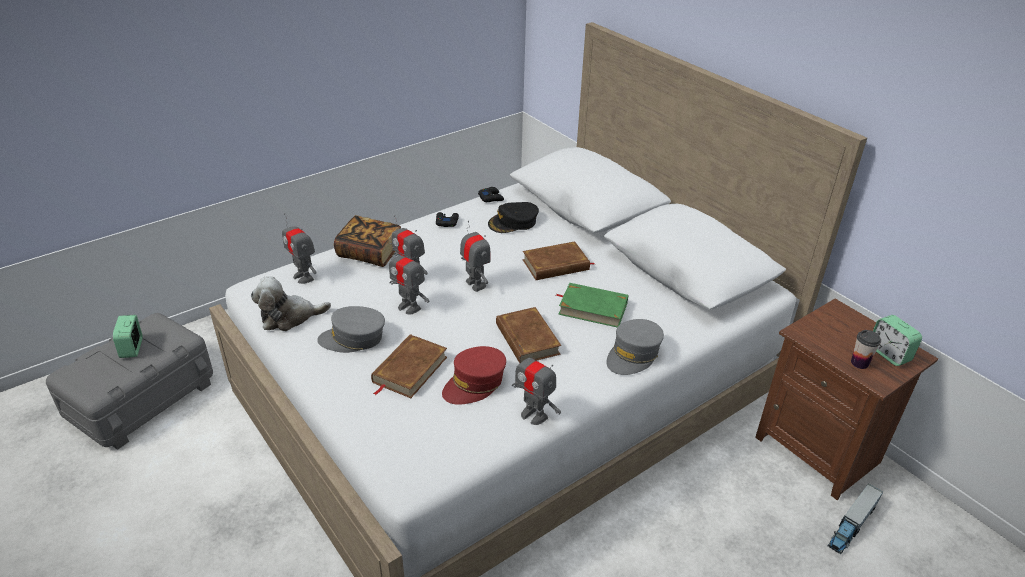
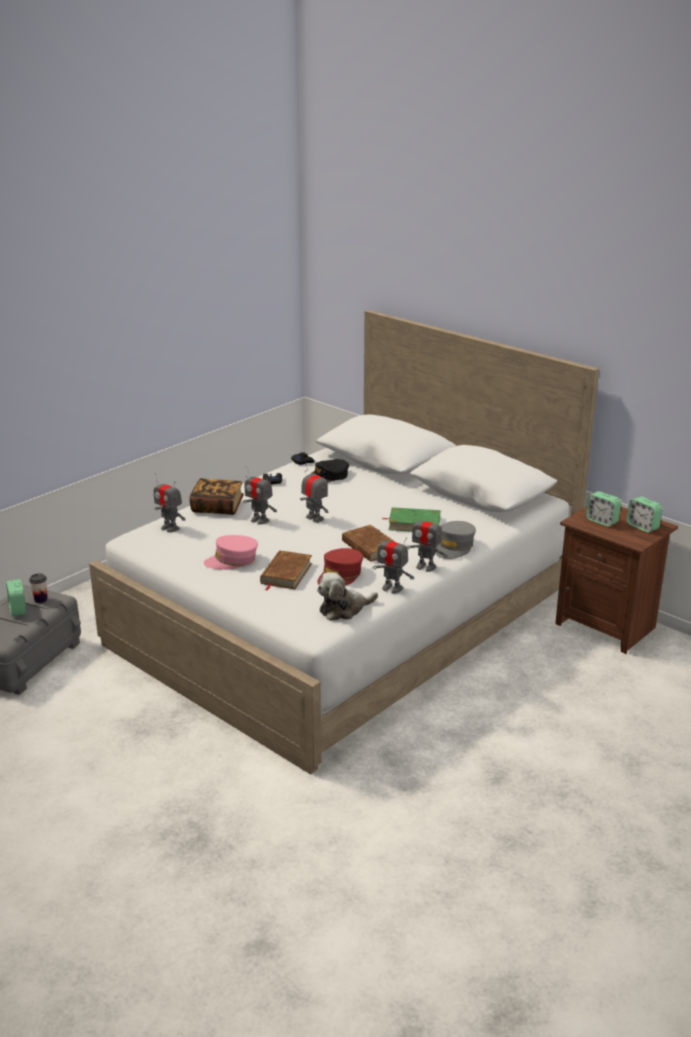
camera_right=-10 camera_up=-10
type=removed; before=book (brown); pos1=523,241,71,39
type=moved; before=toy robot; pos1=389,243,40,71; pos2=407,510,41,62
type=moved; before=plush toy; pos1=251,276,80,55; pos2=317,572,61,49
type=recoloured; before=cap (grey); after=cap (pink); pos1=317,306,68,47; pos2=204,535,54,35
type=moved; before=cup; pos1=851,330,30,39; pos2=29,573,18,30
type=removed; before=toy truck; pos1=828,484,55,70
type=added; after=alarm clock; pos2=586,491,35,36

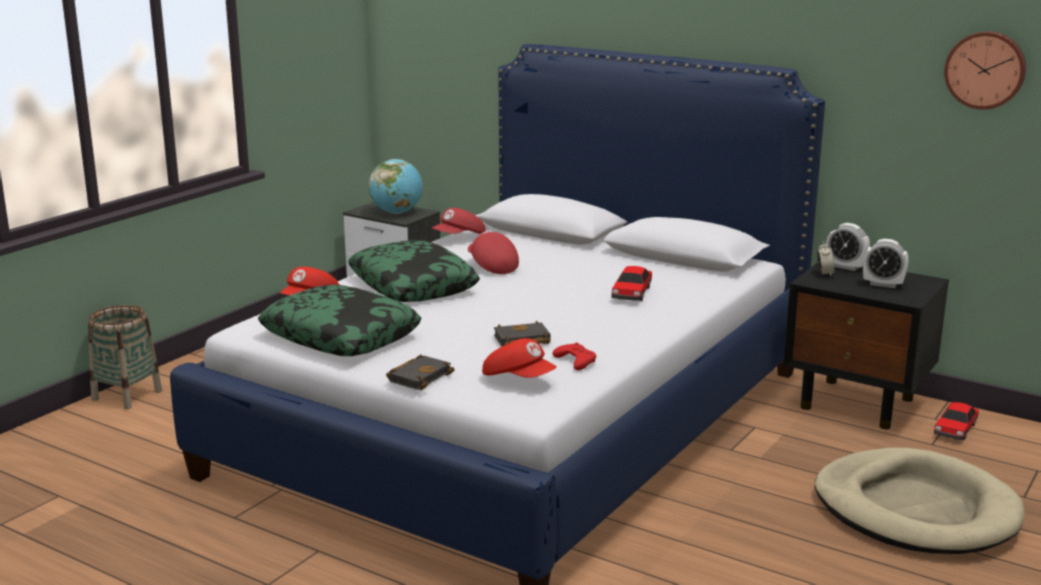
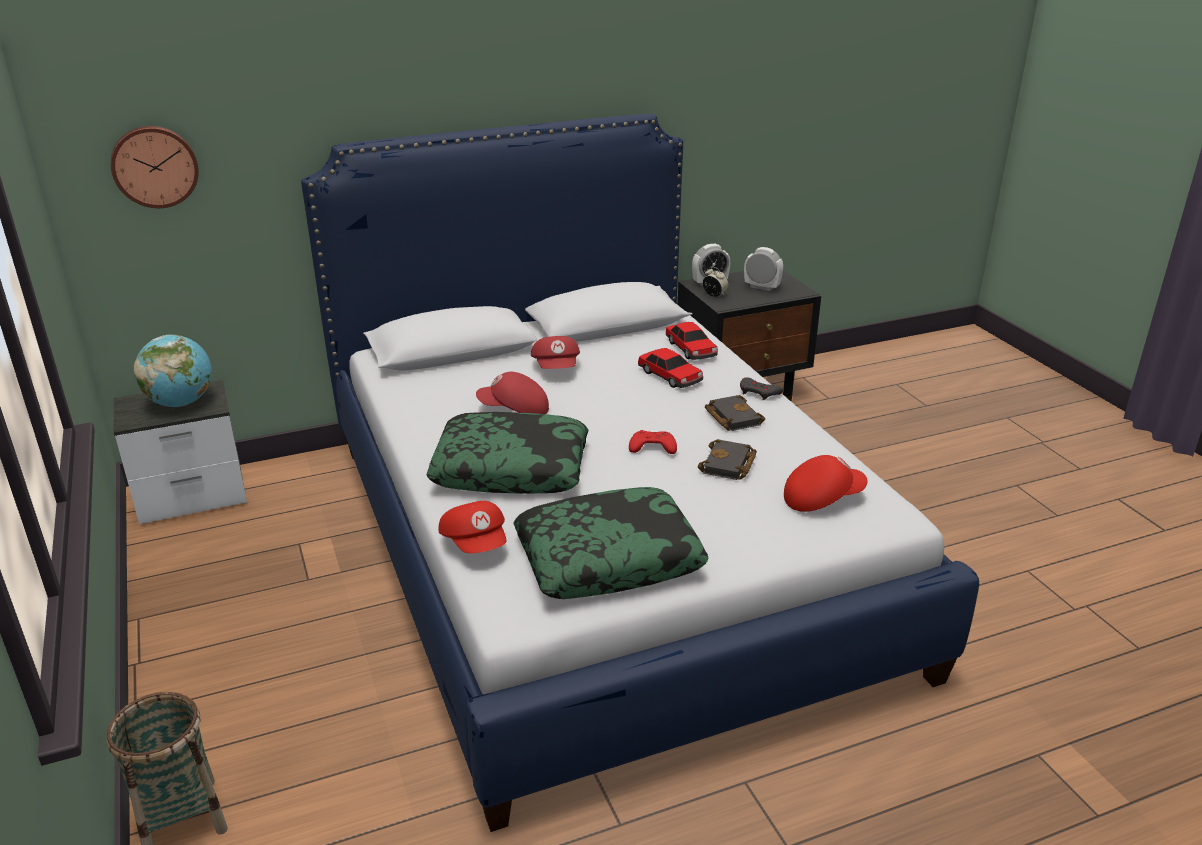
camera_right=-55 camera_up=10
type=moved; before=wall clock; pos1=944,31,82,79; pos2=111,126,88,82
type=moved; before=cap (red); pos1=432,208,54,26; pos2=531,336,49,33
type=turned; before=alarm clock; pos1=863,239,45,49; pos2=744,247,39,44; turn=-120
type=moved; before=game controller (red); pos1=553,343,43,27; pos2=629,430,48,24
type=moved; before=book (black); pos1=386,354,69,36; pos2=705,395,60,36
type=moved; before=toy car; pos1=934,402,45,38; pos2=666,322,52,38
type=removed; before=dog bed (beige); pos1=815,448,210,106
type=added; after=game controller (grey); pos2=740,377,43,23

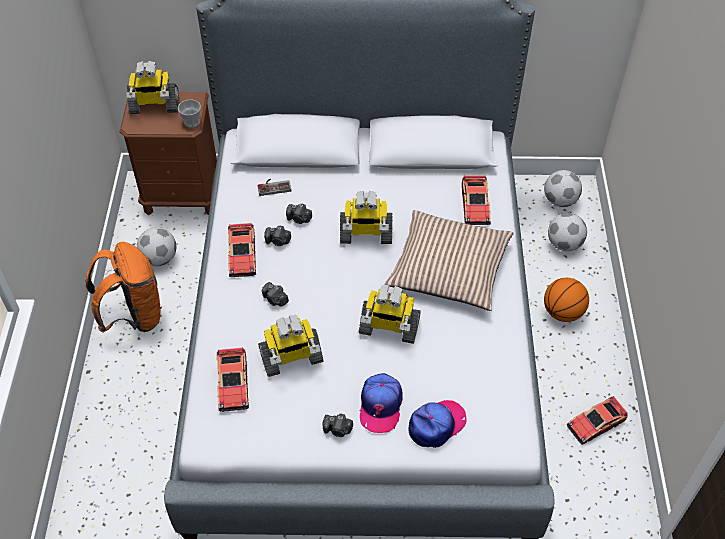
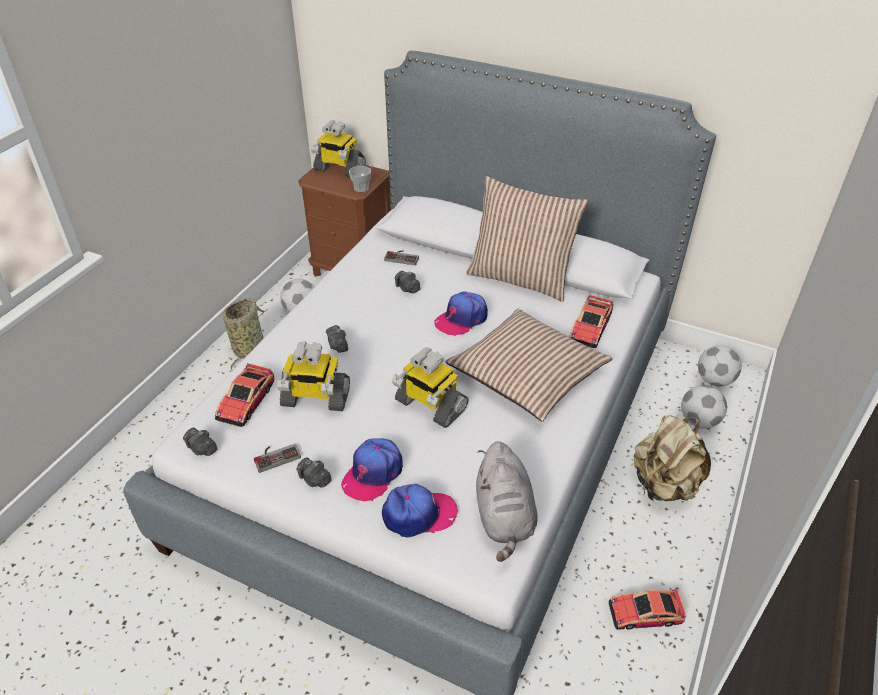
camera_right=25 camera_up=-10
type=replaced; before=toy robot; after=cap; pos1=340,191,52,53; pos2=434,291,54,45
type=removed; before=toy car; pos1=228,223,28,54
type=moved; before=photo camera; pos1=264,225,27,21; pos2=183,428,35,28
type=replaced; before=backpack (orange); after=basket; pos1=86,242,76,91; pos2=223,298,44,72
type=replaced; before=basketball; after=backpack (beige); pos1=544,278,45,44; pos2=634,415,77,86
type=added; after=pillow; pos2=466,176,123,126
type=added; after=plush toy (grey); pos2=476,441,61,121
type=added; after=game controller; pos2=254,444,47,29

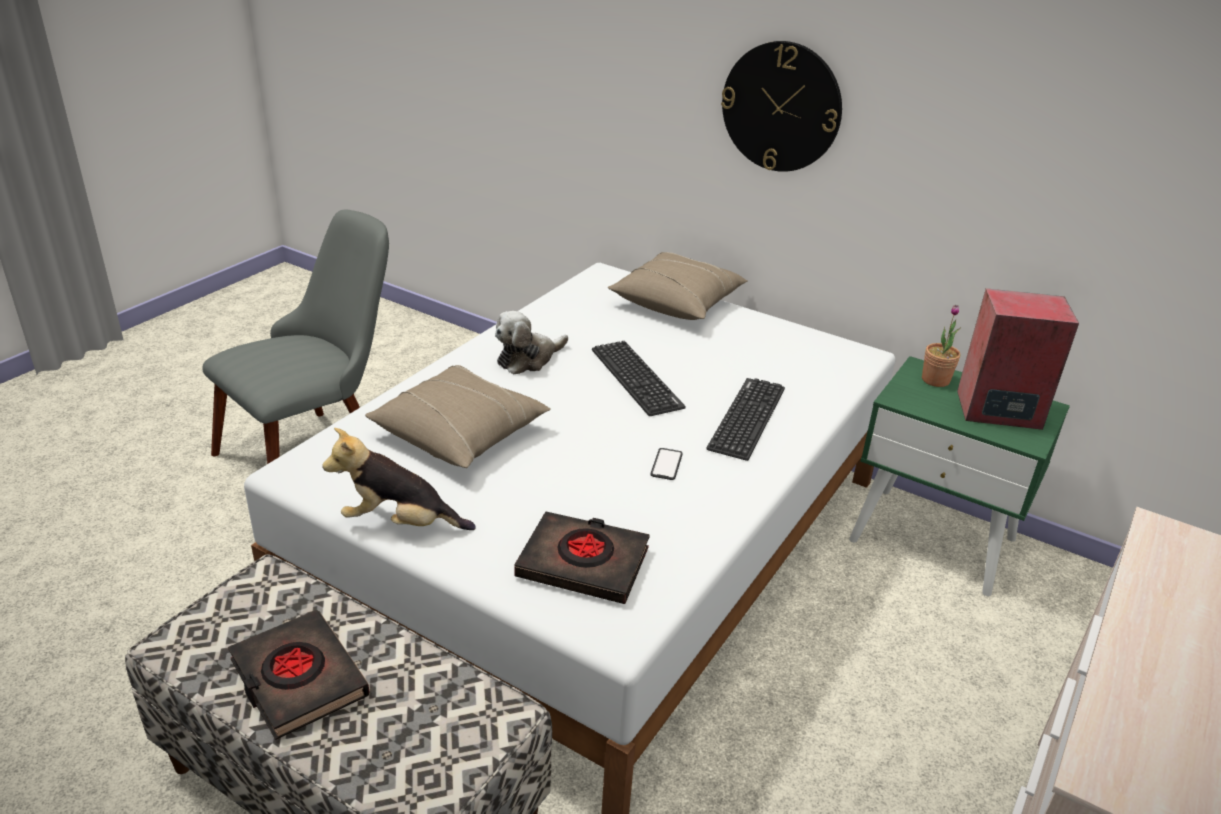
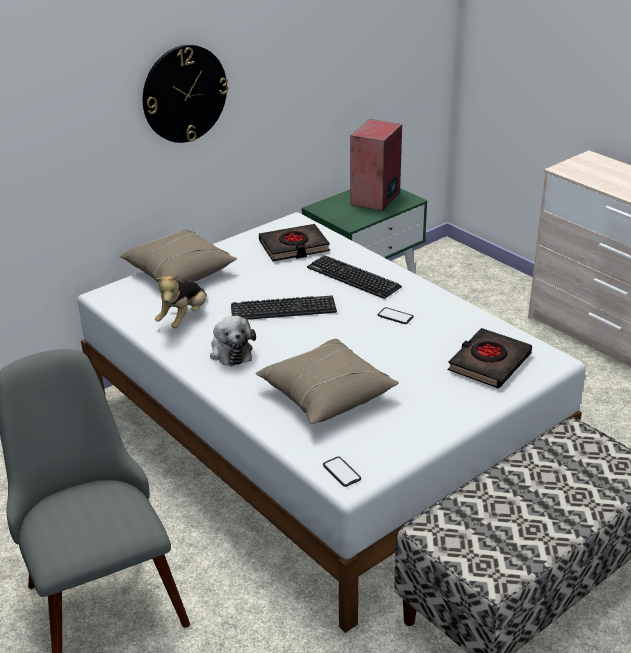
camera_right=-70 camera_up=0
type=removed; before=potted plant; pos1=922,305,39,82
type=moved; before=plush toy; pos1=322,428,154,102; pos2=155,274,52,54
type=moved; before=book (black); pos1=228,610,142,130; pos2=259,224,71,37
type=added; after=phone; pos2=323,457,38,30

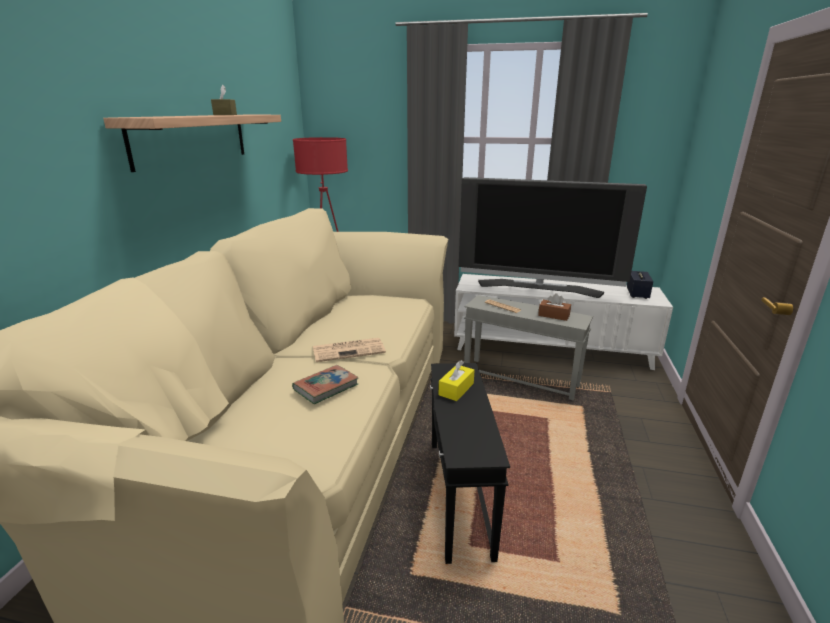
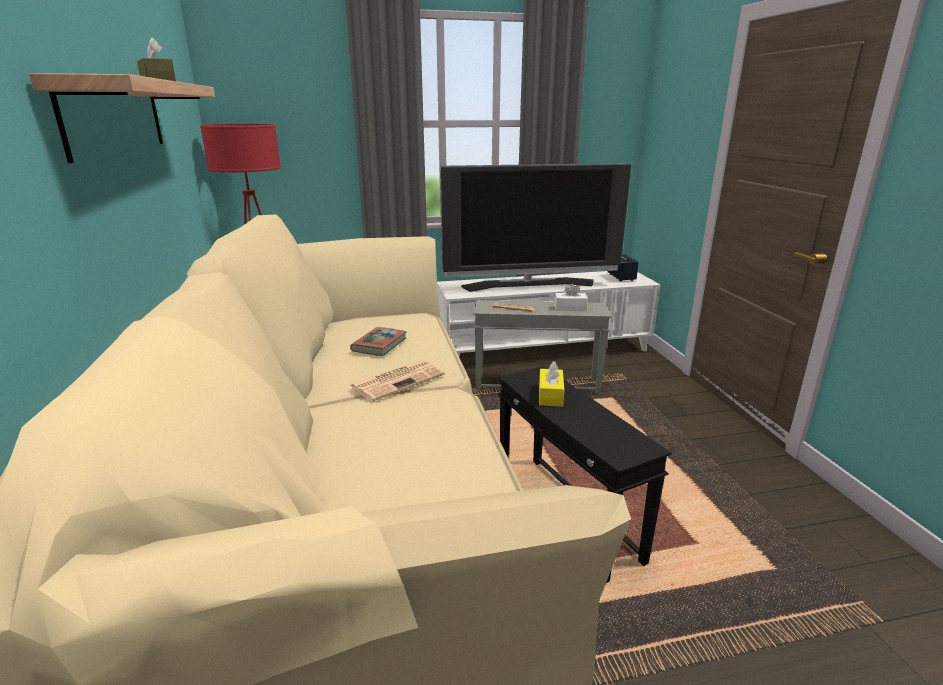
camera_right=-25 camera_up=0
type=recoloured; before=tissue box (brown); after=tissue box (white); pos1=538,293,33,28; pos2=554,283,34,28
type=moved; before=book; pos1=292,365,66,39; pos2=350,327,57,29

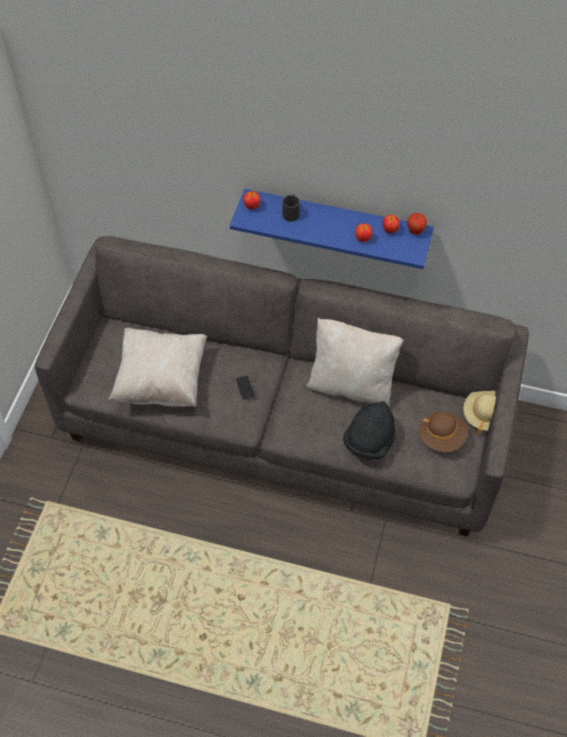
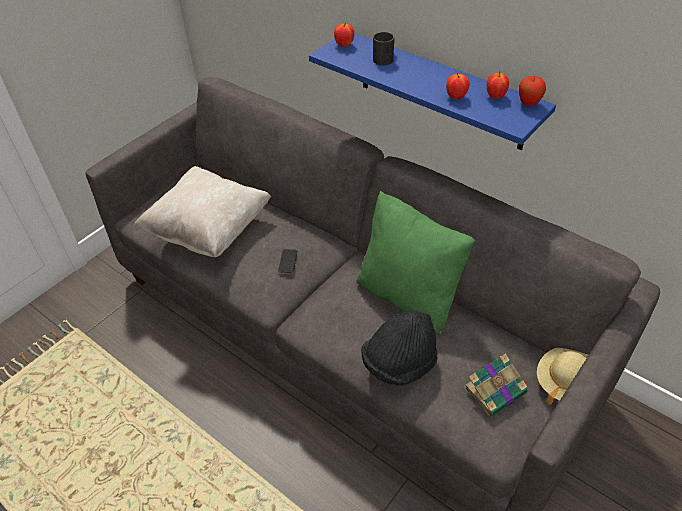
camera_right=25 camera_up=-10
type=recoloured; before=pillow (beige); after=pillow (green); pos1=306,318,98,88; pos2=356,191,119,145
type=replaced; before=hat (brown); after=book; pos1=419,411,49,41; pos2=463,353,64,63

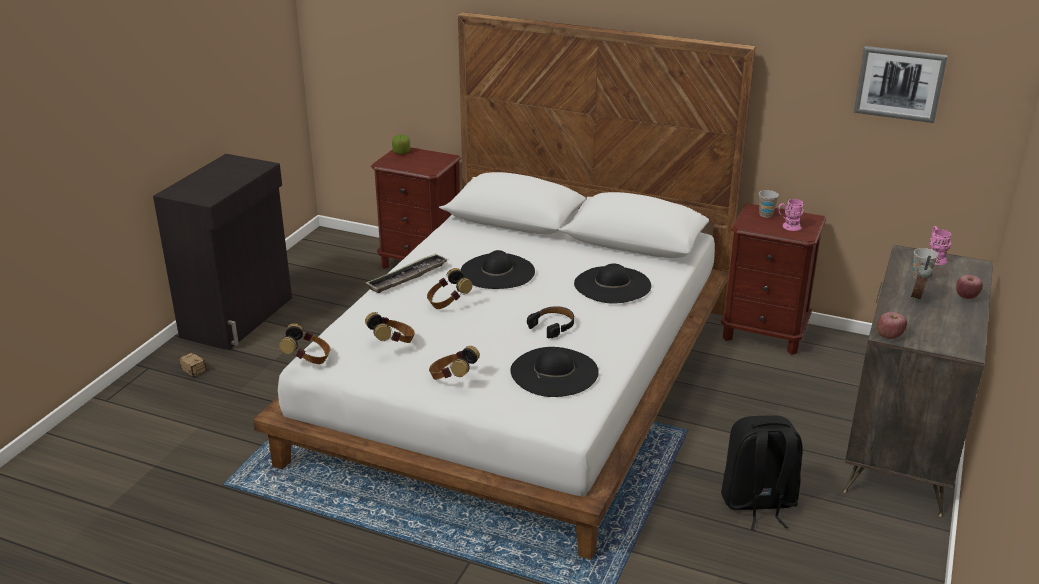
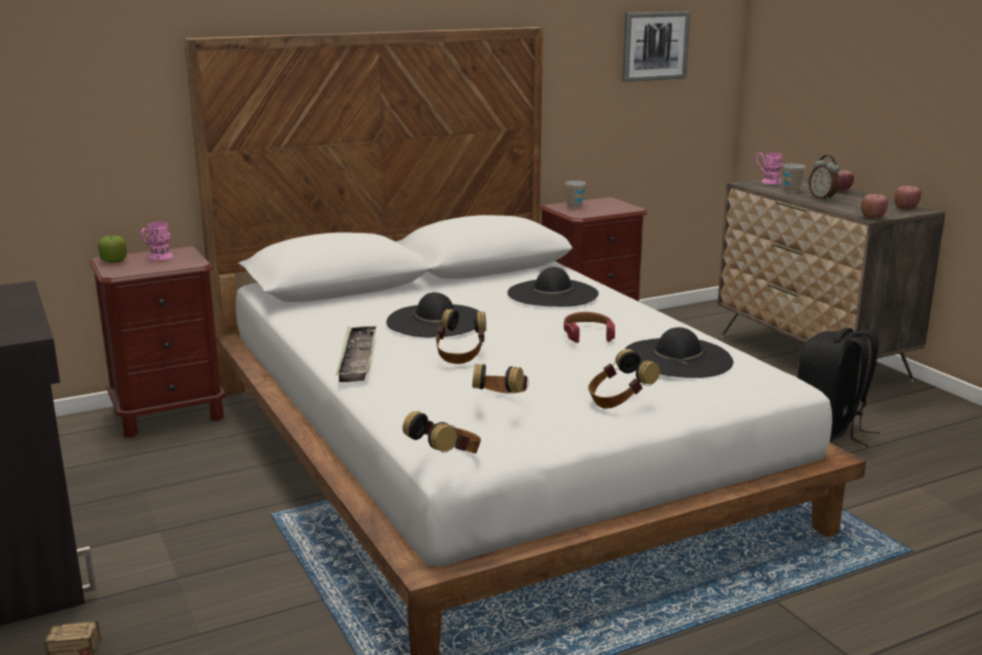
camera_right=-50 camera_up=-10
type=moved; before=mug (pink); pos1=778,199,25,32; pos2=141,222,32,38
type=recoloured; before=headphones (black); after=headphones (red); pos1=527,306,47,32; pos2=564,312,51,31
type=added; after=apple; pos2=894,186,27,23

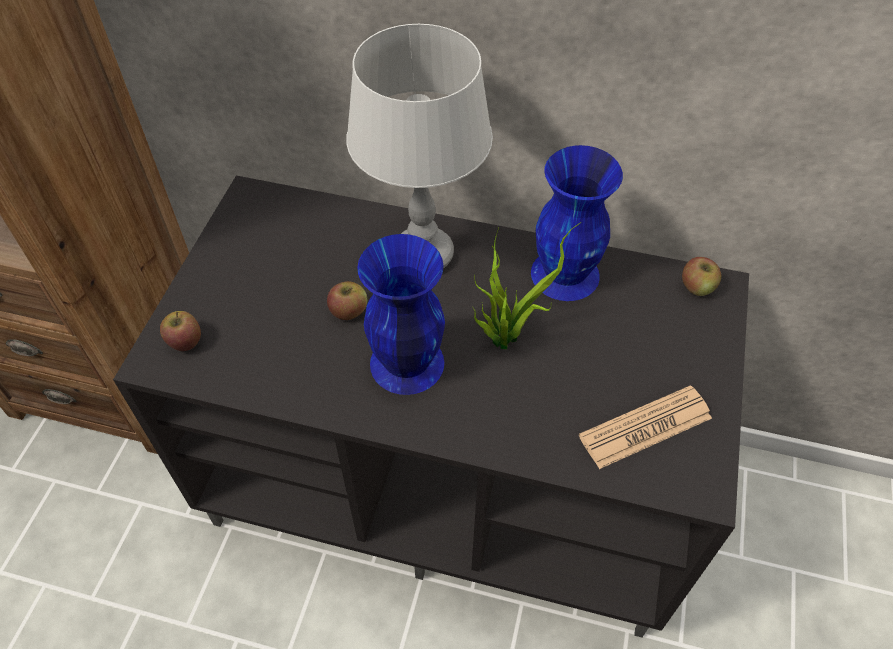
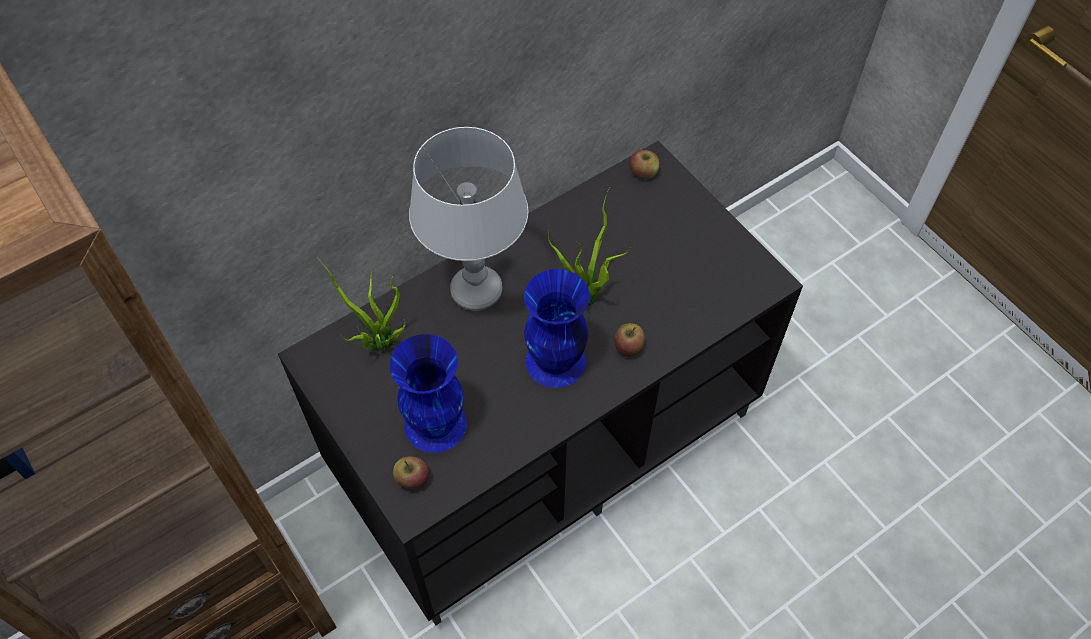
camera_right=-50 camera_up=5
type=moved; before=vase (blue); pos1=531,145,92,156; pos2=389,334,78,119
type=moved; before=apple; pos1=327,281,40,39; pos2=614,323,31,34
type=removed; before=newspaper; pos1=579,385,133,84
type=added; after=potted plant; pos2=317,257,89,94

